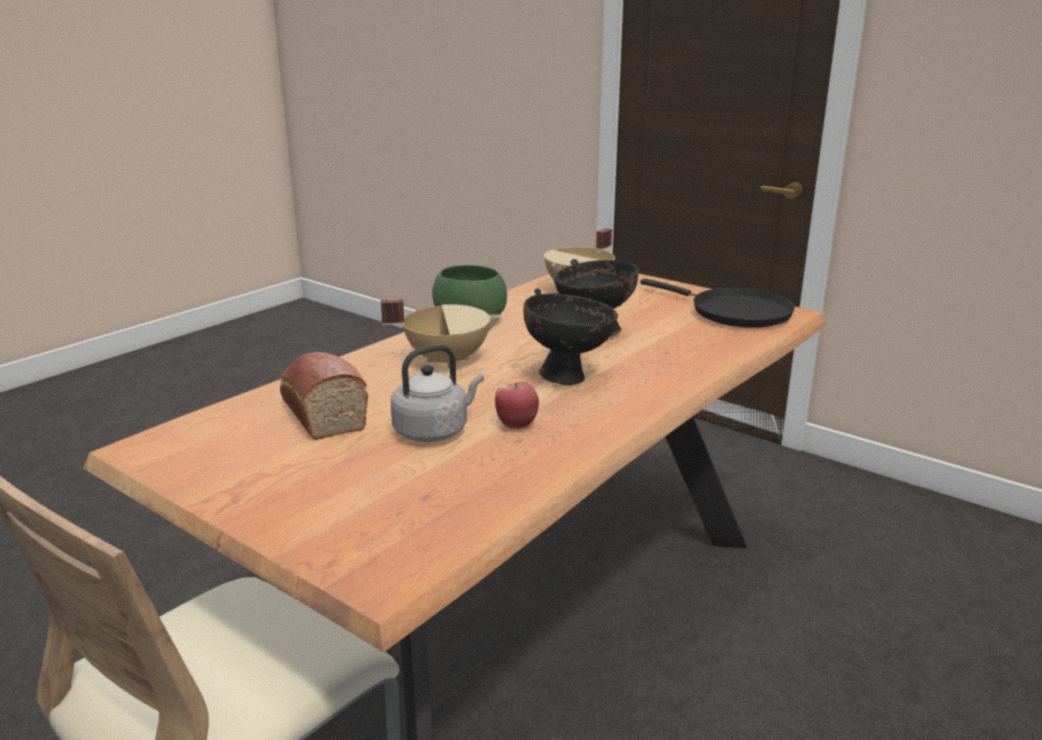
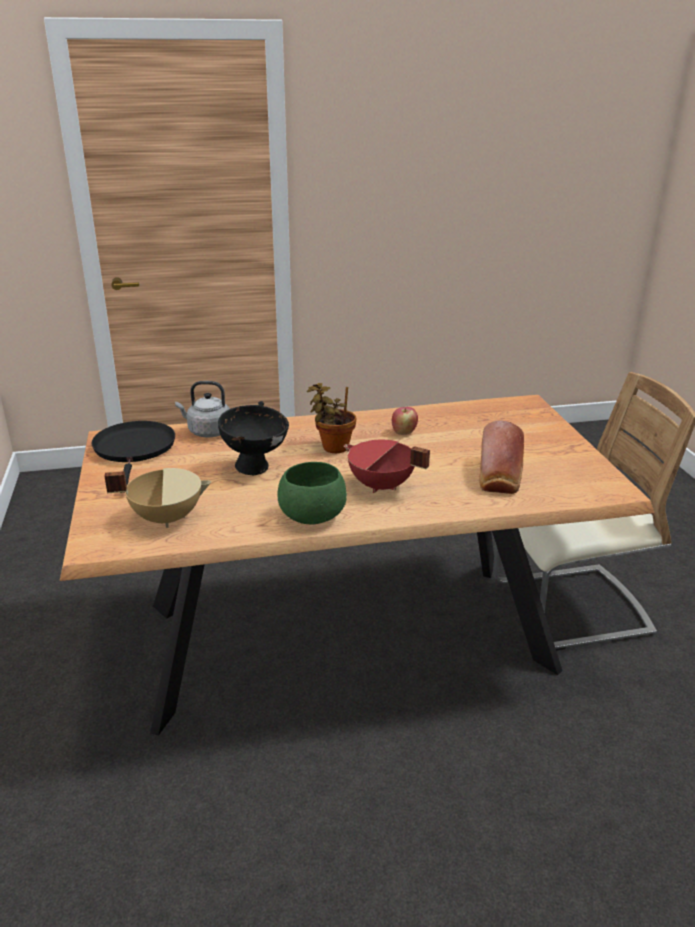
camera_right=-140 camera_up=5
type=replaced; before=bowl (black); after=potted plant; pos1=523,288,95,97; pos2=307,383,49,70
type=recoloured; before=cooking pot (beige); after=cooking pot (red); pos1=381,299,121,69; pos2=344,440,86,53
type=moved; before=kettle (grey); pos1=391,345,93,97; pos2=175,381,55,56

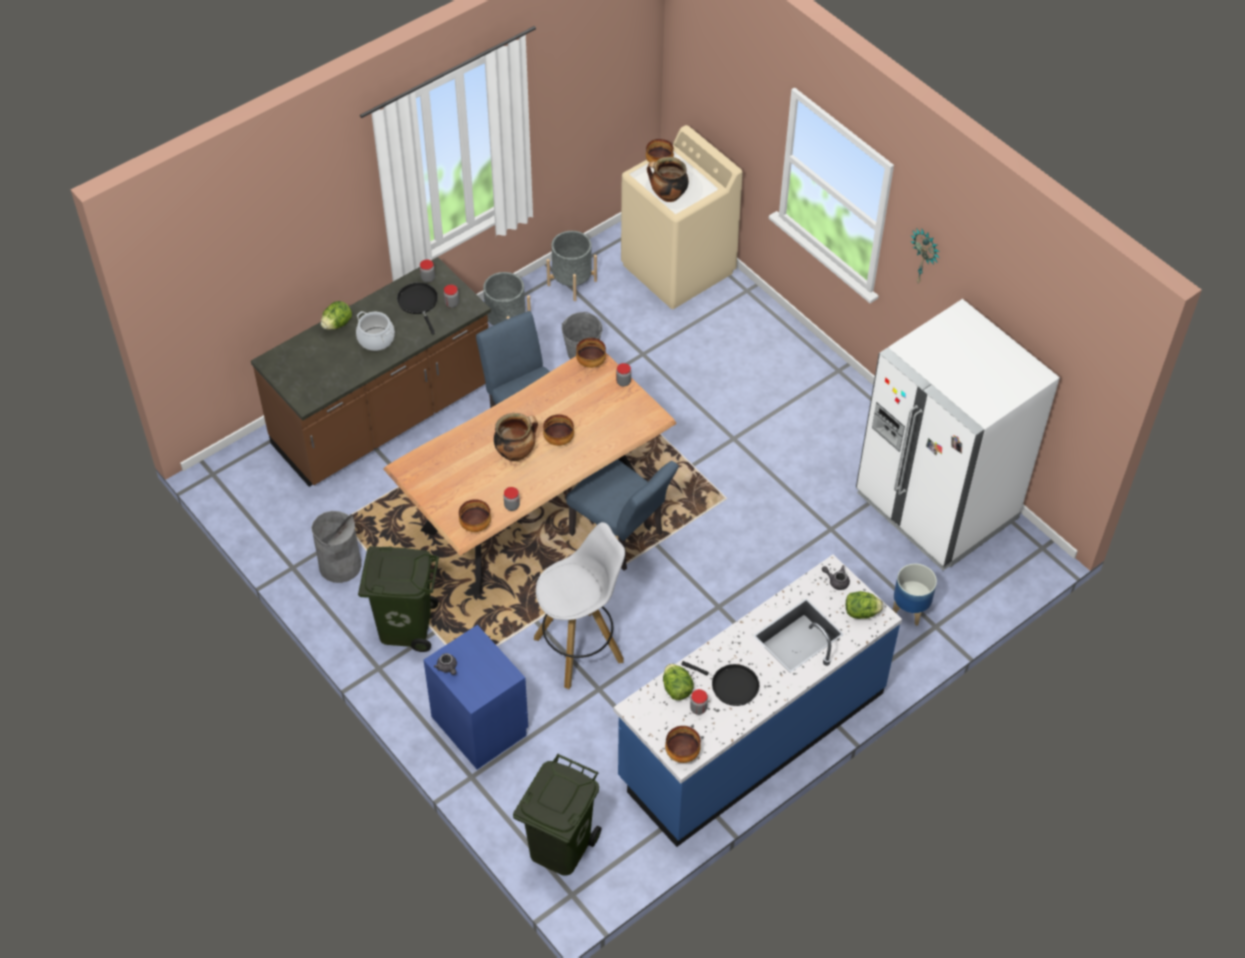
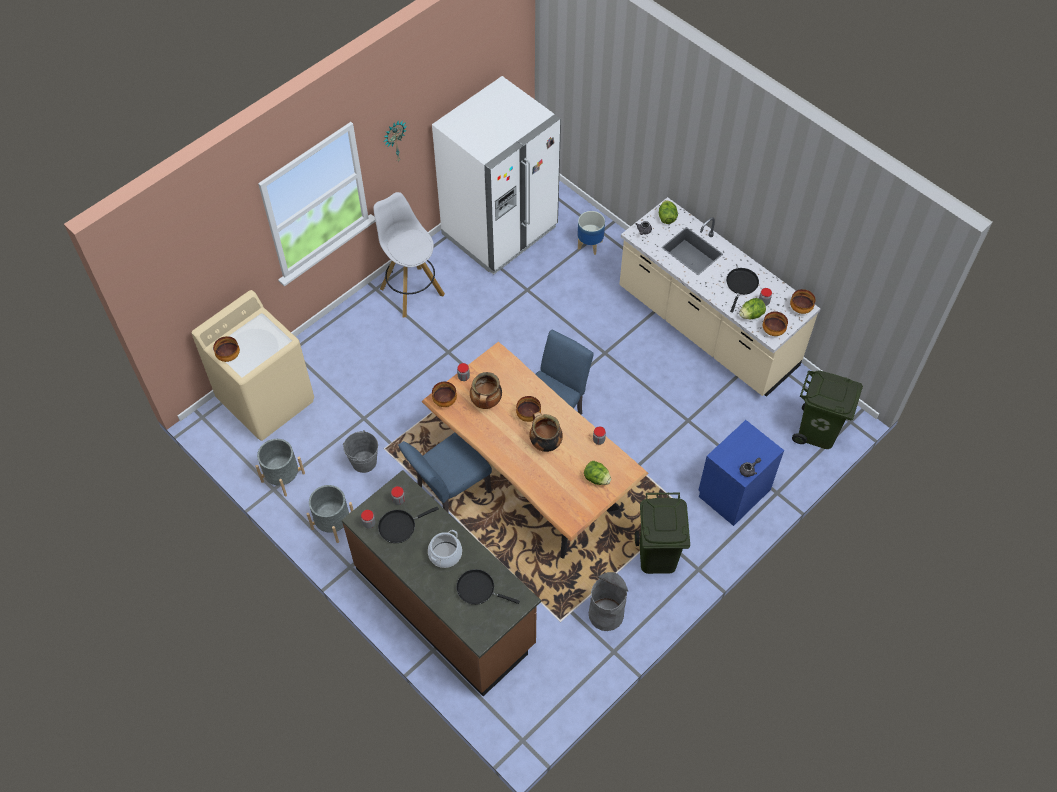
camera_right=-95 camera_up=5
type=moved; before=cooking pot; pos1=647,157,42,45; pos2=470,372,32,37
type=moved; before=lettuce; pos1=321,301,31,29; pos2=584,461,27,24
type=moved; before=bowl; pos1=459,499,32,33; pos2=763,311,25,25
type=moved; before=stool (white); pos1=534,522,91,167; pos2=373,192,72,125
type=recoloured; before=counter (blue); after=counter (beige); pos1=613,555,289,292; pos2=619,197,201,200
type=added; after=frying pan (black); pos2=456,569,64,36

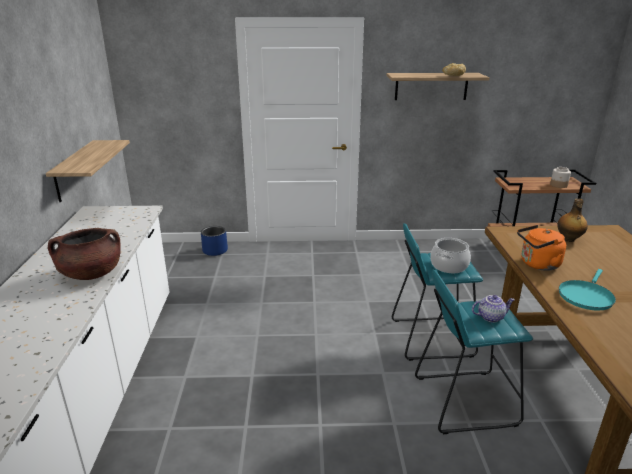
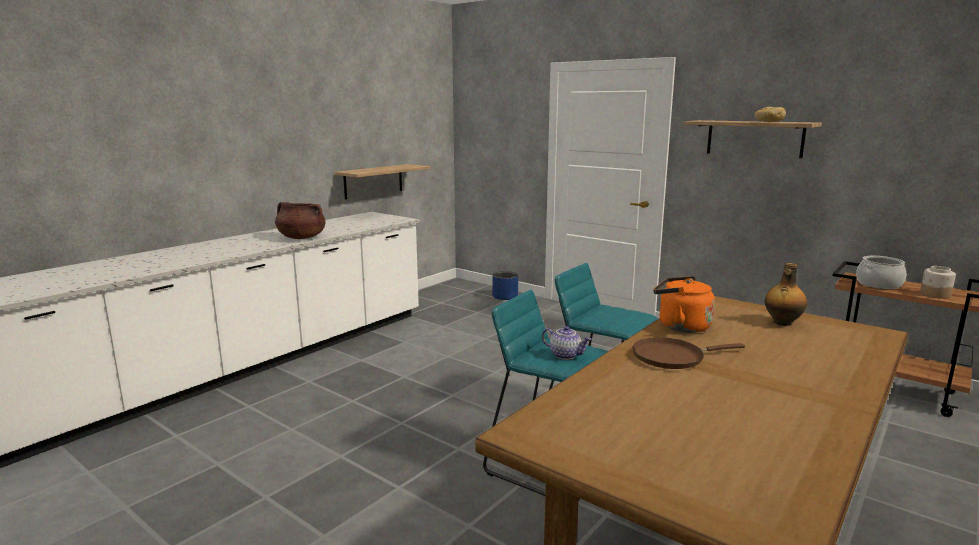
camera_right=40 camera_up=-10
type=moved; before=cooking pot; pos1=430,238,41,35; pos2=856,256,50,33
type=recoloured; before=frying pan (turquoise); after=frying pan (brown); pos1=559,269,57,42; pos2=633,337,112,32

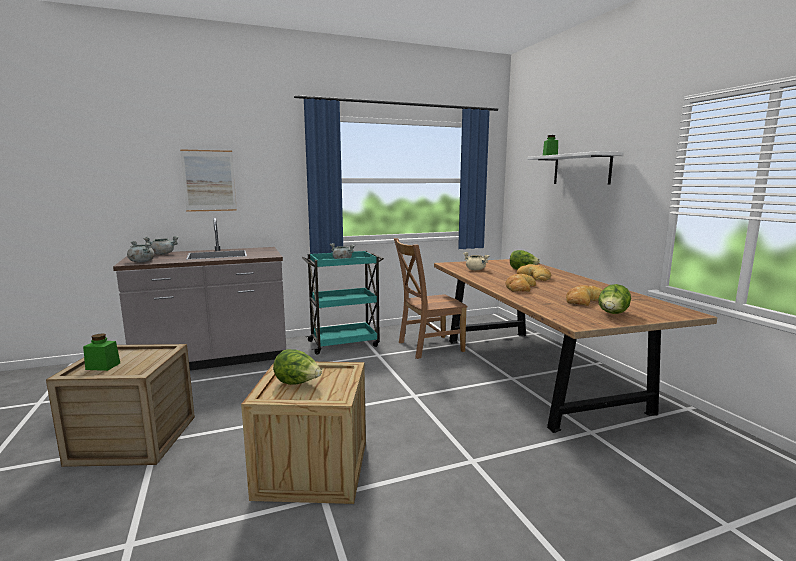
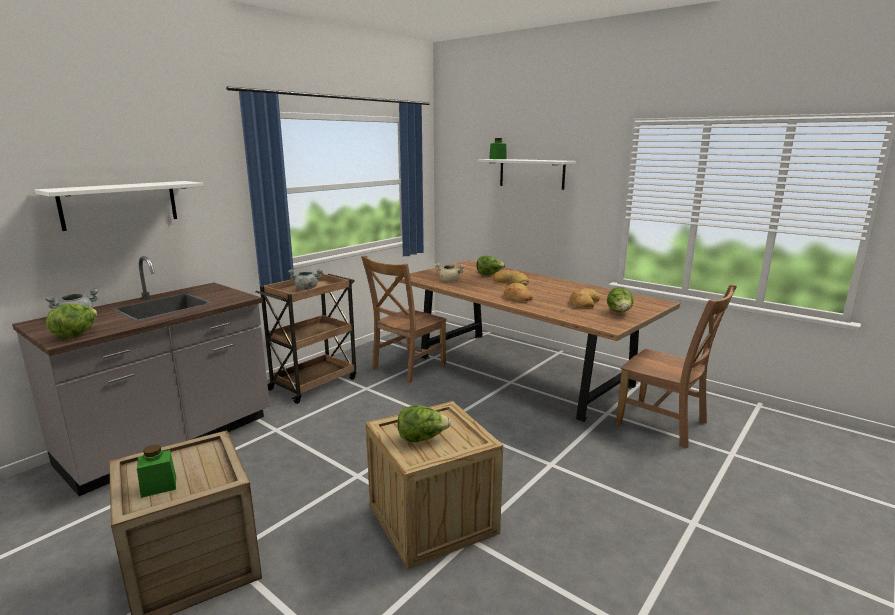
camera_right=-30 camera_up=5
type=replaced; before=picture; after=shelf (white); pos1=180,149,57,63; pos2=34,181,170,50
type=replaced; before=cooking pot (grey); after=lettuce; pos1=127,241,28,21; pos2=46,304,51,35
type=recoloured; before=cart (turquoise); after=cart (brown); pos1=302,251,82,104; pos2=255,273,101,131
type=added; after=chair (brown); pos2=616,284,121,164

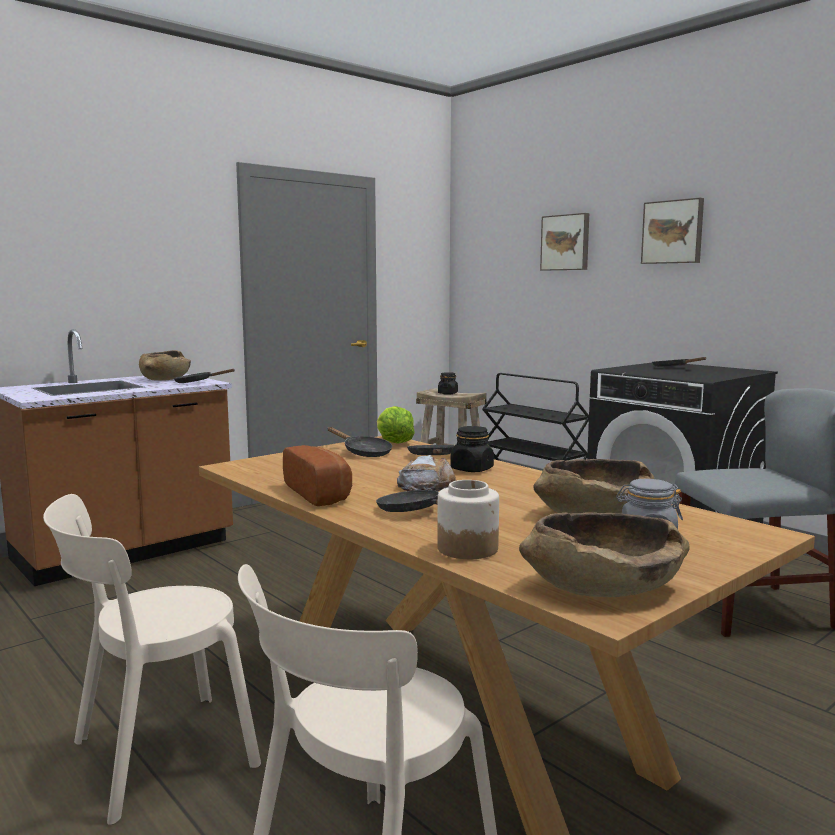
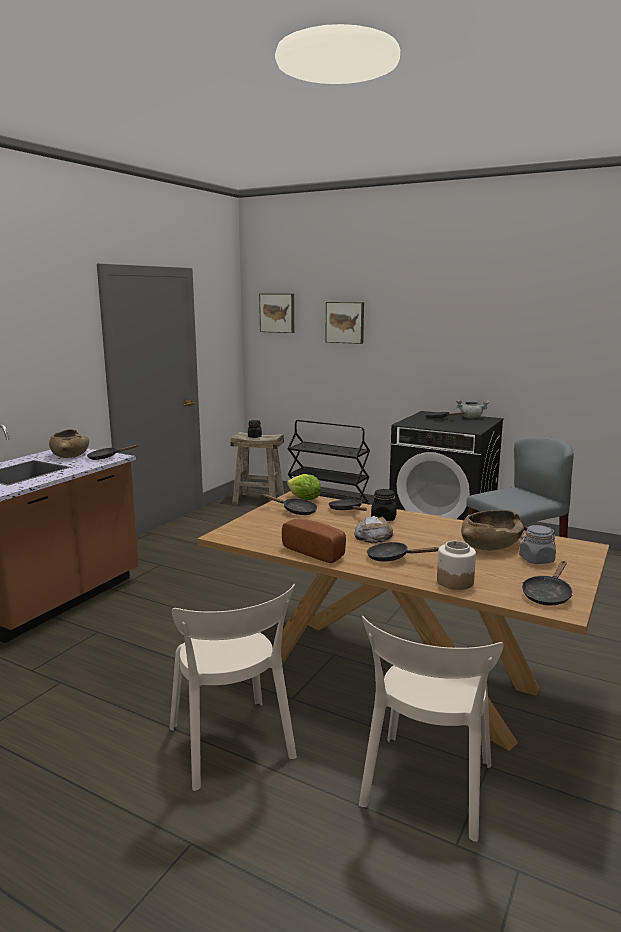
camera_right=-20 camera_up=5
type=moved; before=picture; pos1=641,198,63,66; pos2=259,294,35,39
type=turned; before=chair (beige); pos1=43,494,218,331; pos2=170,584,127,207; turn=-60
type=replaced; before=bowl (brown); after=frying pan (black); pos1=519,512,171,85; pos2=522,561,50,45
type=added; after=cooking pot (grey); pos2=456,399,33,20

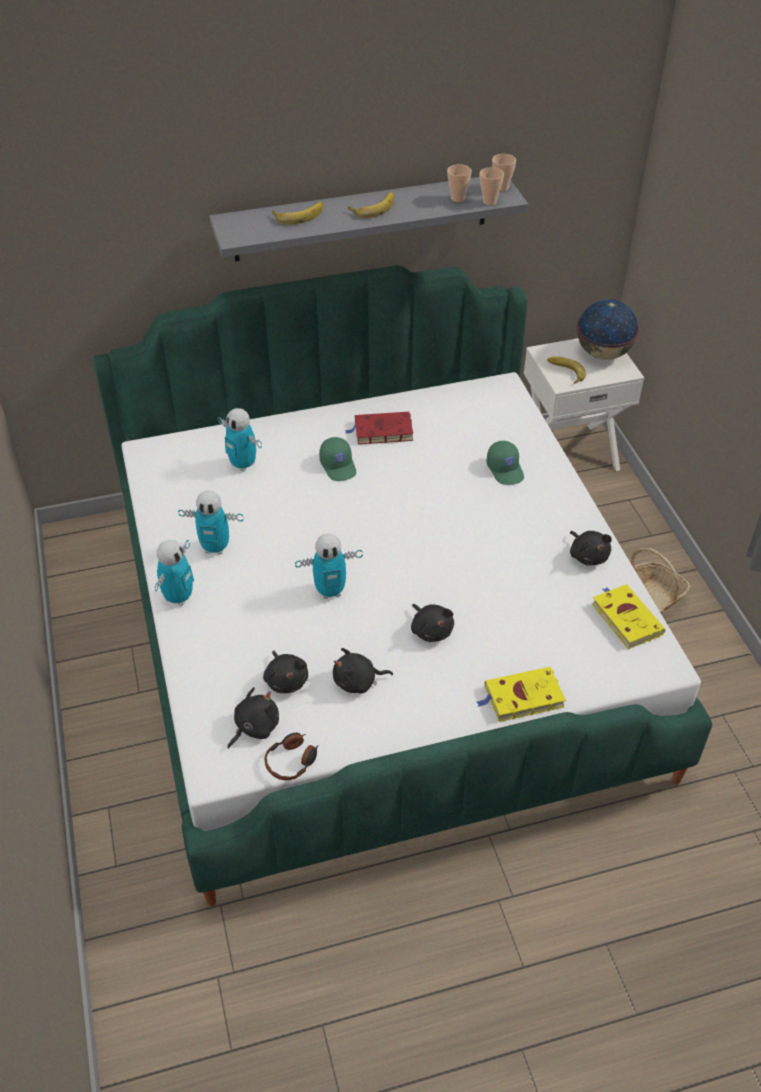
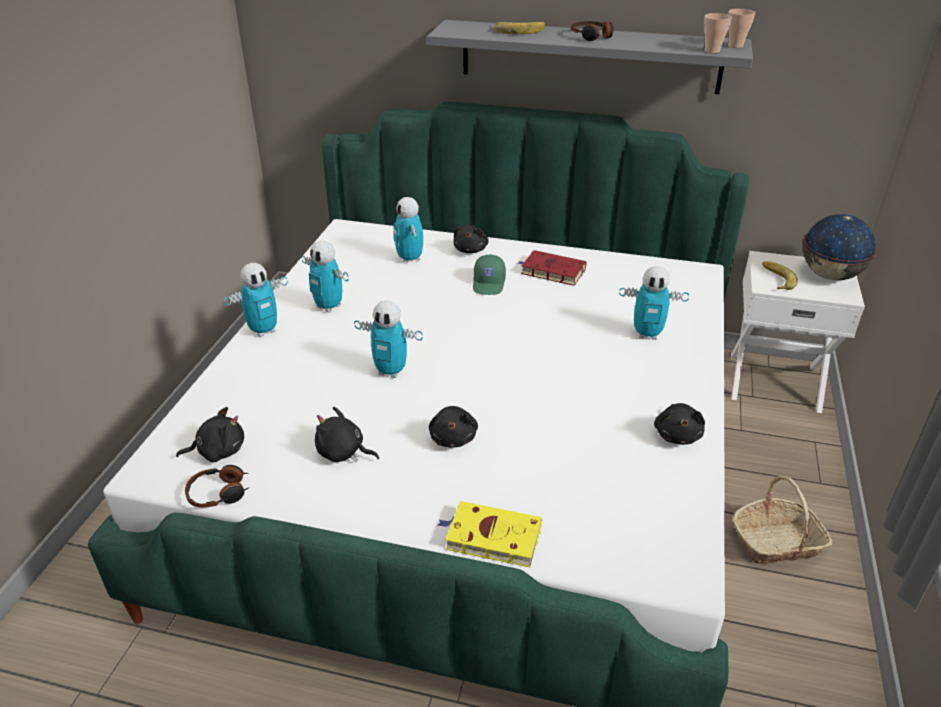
camera_right=30 camera_up=-10
type=removed; before=cup; pos1=447,164,25,38
type=replaced; before=banana; after=headphones; pos1=348,192,46,26; pos2=571,21,43,20
type=replaced; before=cap (green); after=toy robot; pos1=486,441,38,44; pos2=619,266,70,74
type=removed; before=book (yellow); pos1=592,584,73,65
type=moved; before=plush toy (black); pos1=263,651,45,42; pos2=453,224,36,30

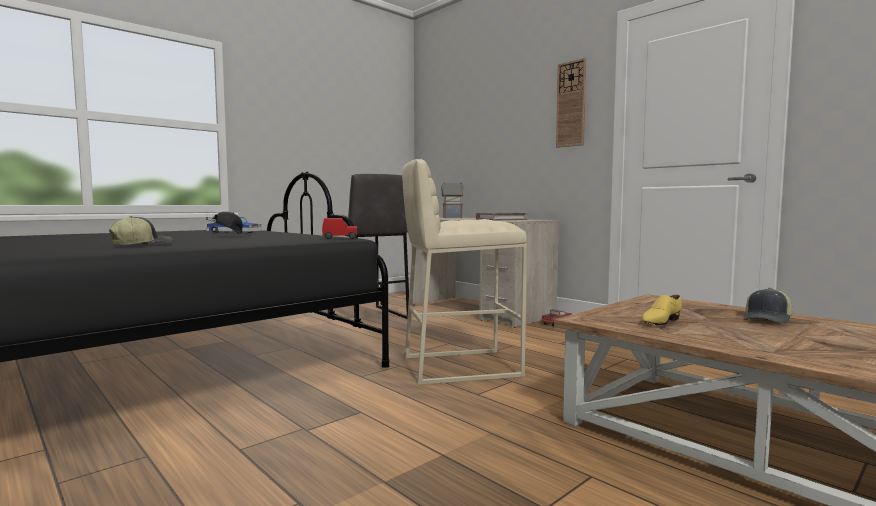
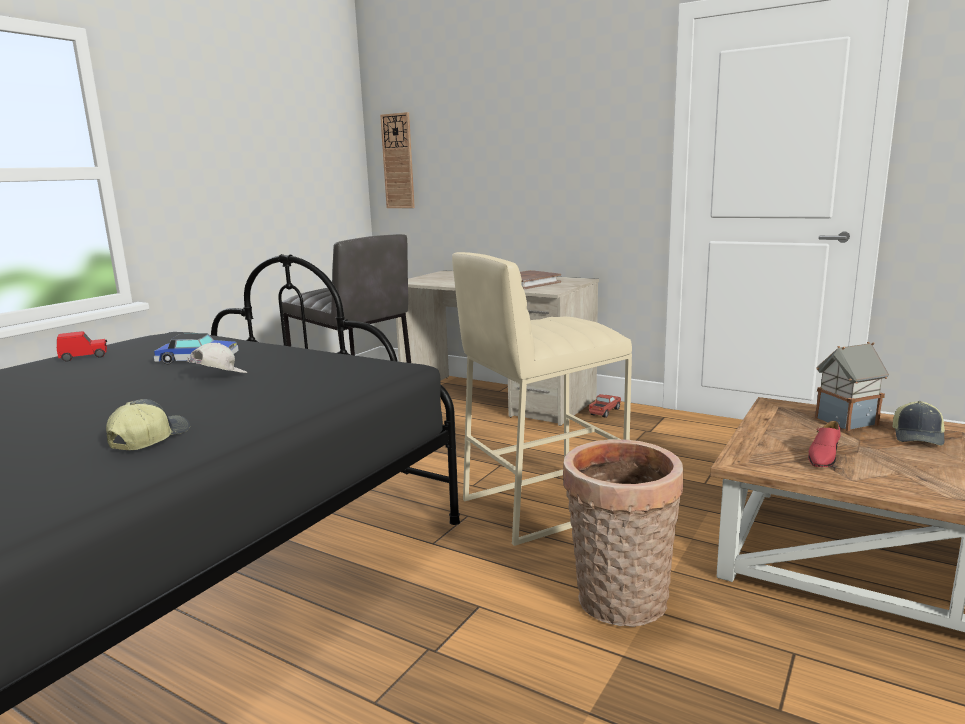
camera_right=-15 camera_up=10
type=moved; before=wall clock; pos1=556,58,30,90; pos2=380,112,35,96
type=moved; before=toy house; pos1=441,182,23,36; pos2=815,342,74,89
type=recoloured; before=cap (black); after=cap (white); pos1=206,212,45,24; pos2=187,343,60,30
type=moved; before=toy car (red); pos1=322,218,36,21; pos2=57,331,50,31
type=recoloured; before=shoe (yellow); after=shoe (red); pos1=641,295,41,30; pos2=808,421,33,46
type=added; after=basket; pos2=563,439,120,188

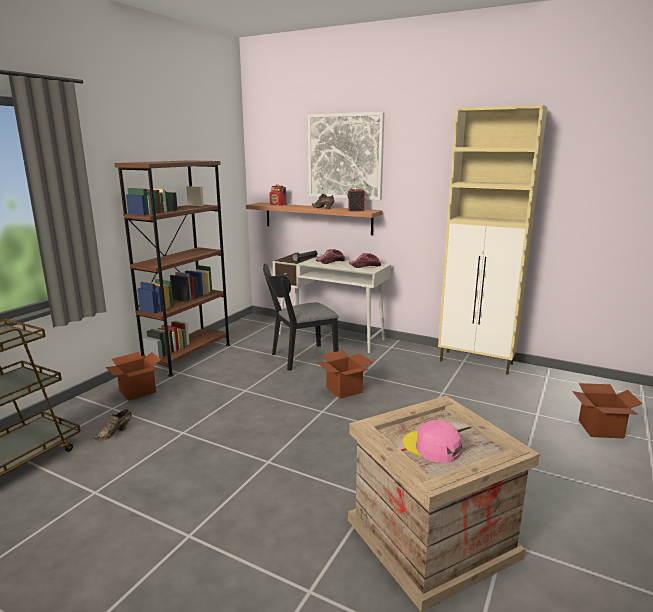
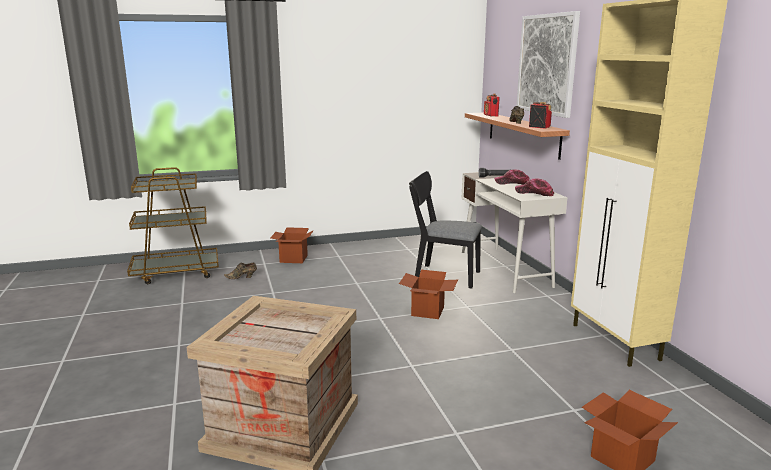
camera_right=45 camera_up=0
type=removed; before=bookcase (brown); pos1=114,160,116,217
type=removed; before=cap (pink); pos1=403,420,59,43

